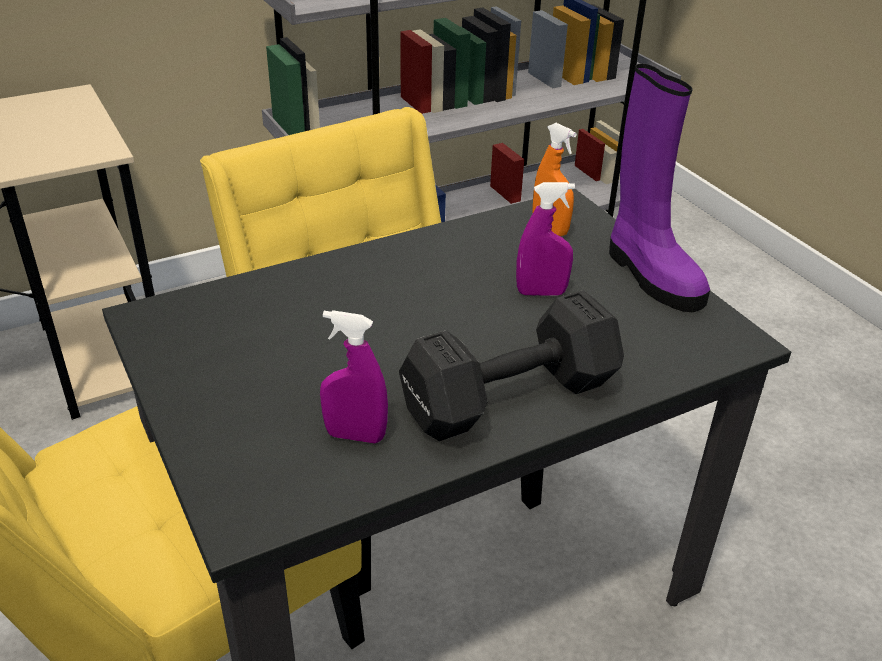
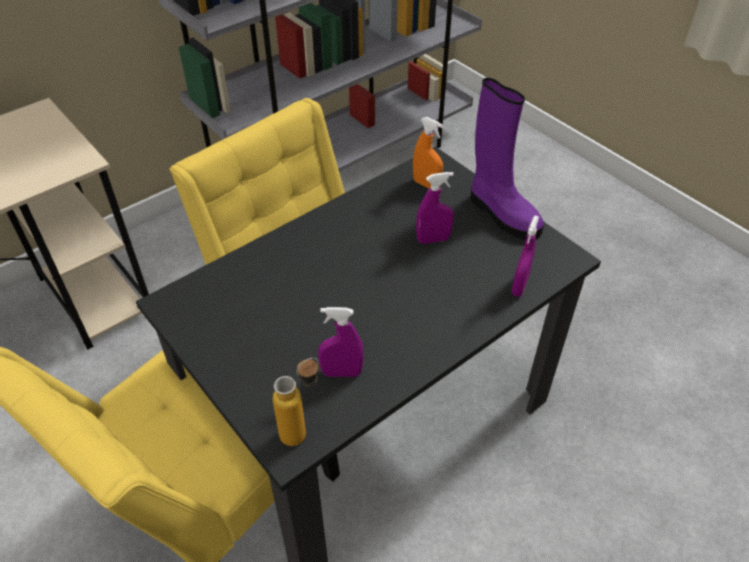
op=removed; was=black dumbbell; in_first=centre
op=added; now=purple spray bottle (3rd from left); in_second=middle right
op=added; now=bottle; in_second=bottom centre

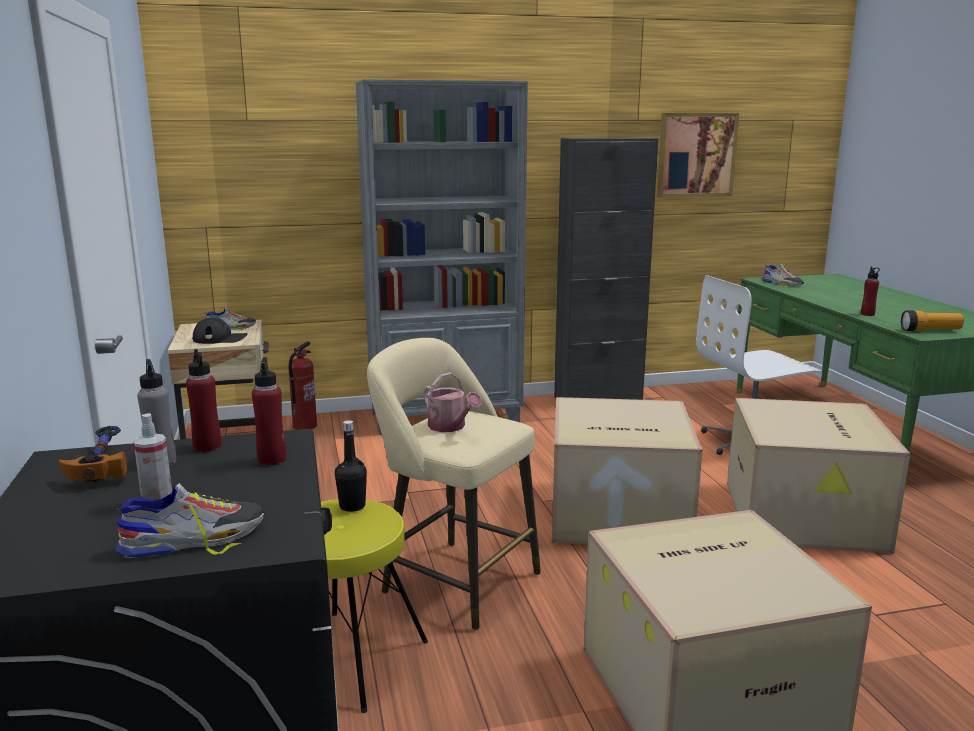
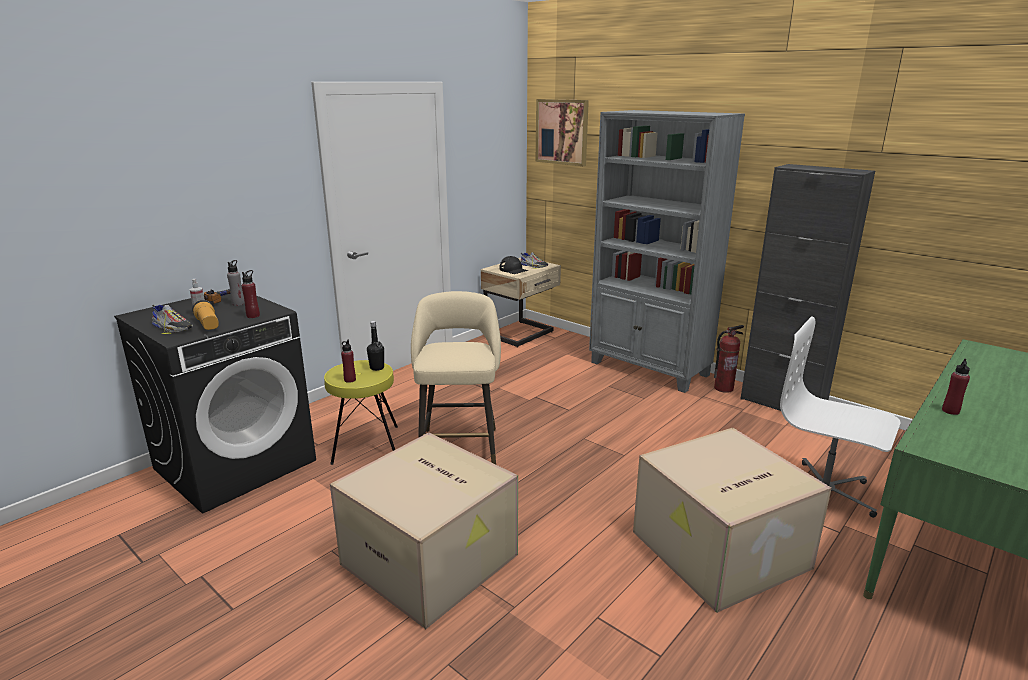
op=moved; was=picture; in_first=top right; in_second=top centre
op=removed; was=shoe (3rd from left); in_first=middle right
op=moved; was=flashlight; in_first=middle right; in_second=middle left
op=moved; was=fire extinguisher; in_first=middle left; in_second=middle right
op=moved; was=red bottle (1st from left in the first image); now=red bottle (2nd from left); in_first=middle left; in_second=centre
op=removed; was=watering can; in_first=centre
op=removed; was=cardboard box (1st from left); in_first=centre

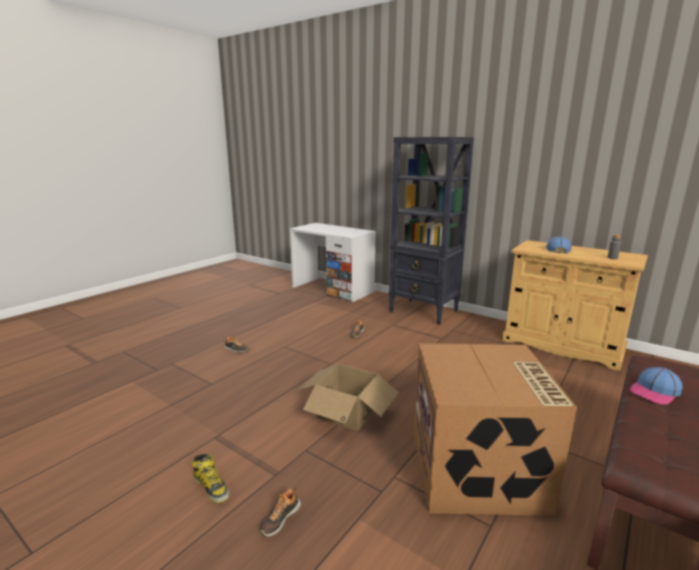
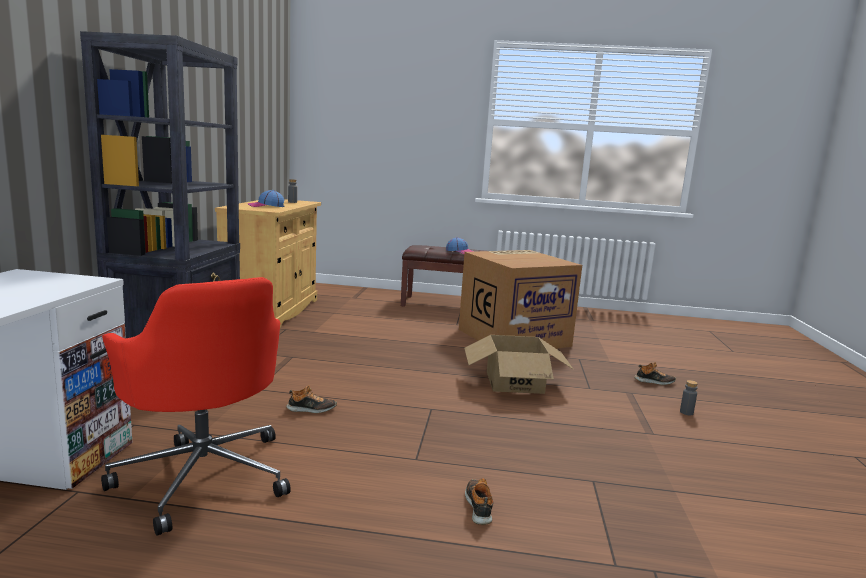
op=replaced; was=boot; now=grey bottle (2nd from left); in_first=bottom left; in_second=bottom right
op=added; now=red office chair; in_second=bottom left

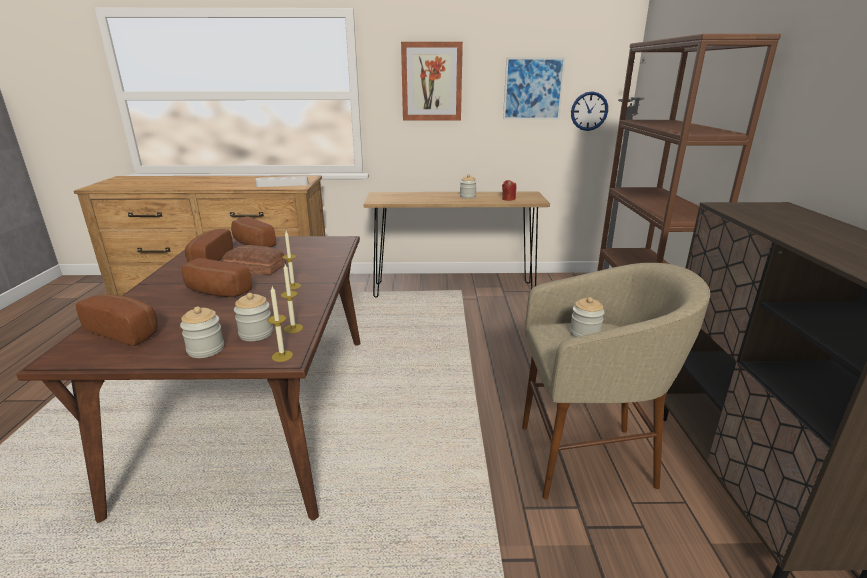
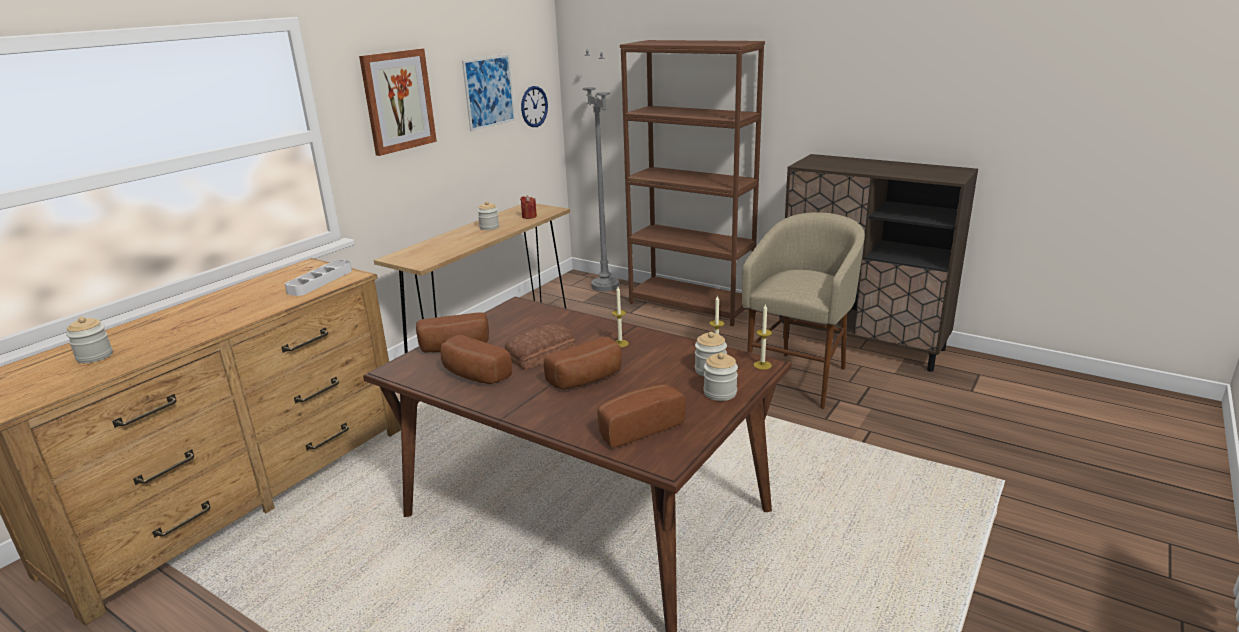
op=moved; was=jar (4th from left in the first image); now=jar (1st from left); in_first=middle right; in_second=middle left

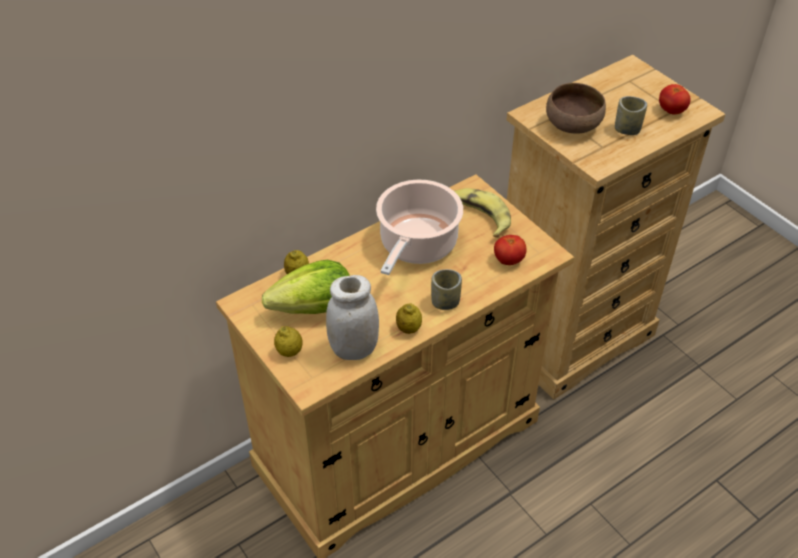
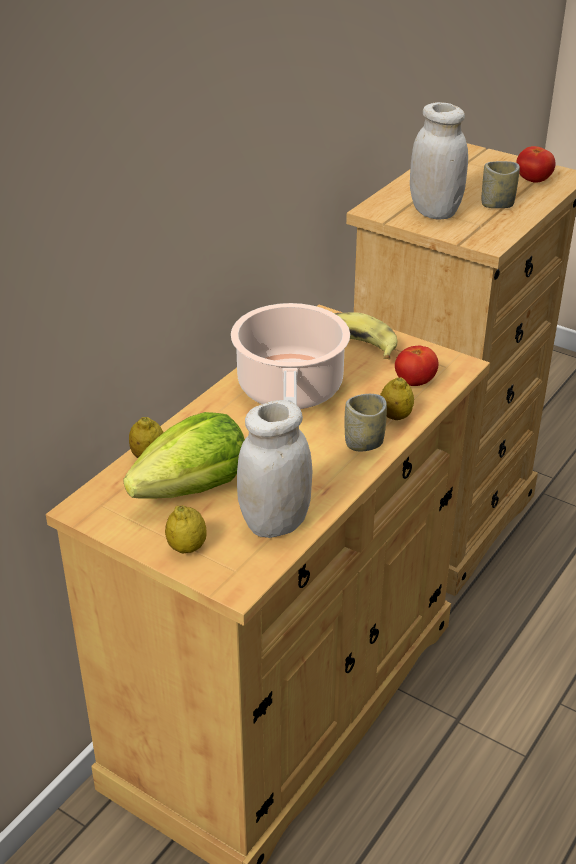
op=replaced; was=brown bowl; now=white jar (2nd from left); in_first=top right; in_second=top right
op=moved; was=lemon (3rd from left); in_first=centre; in_second=middle right

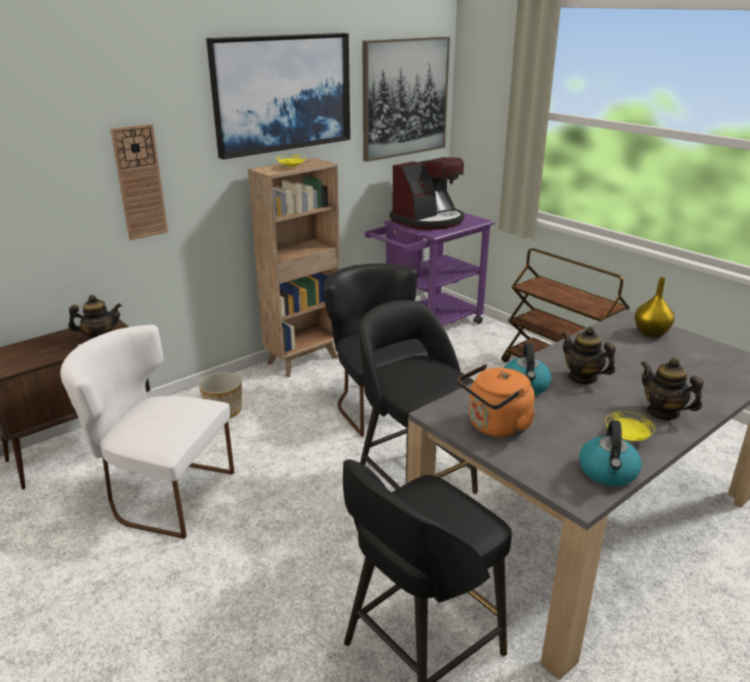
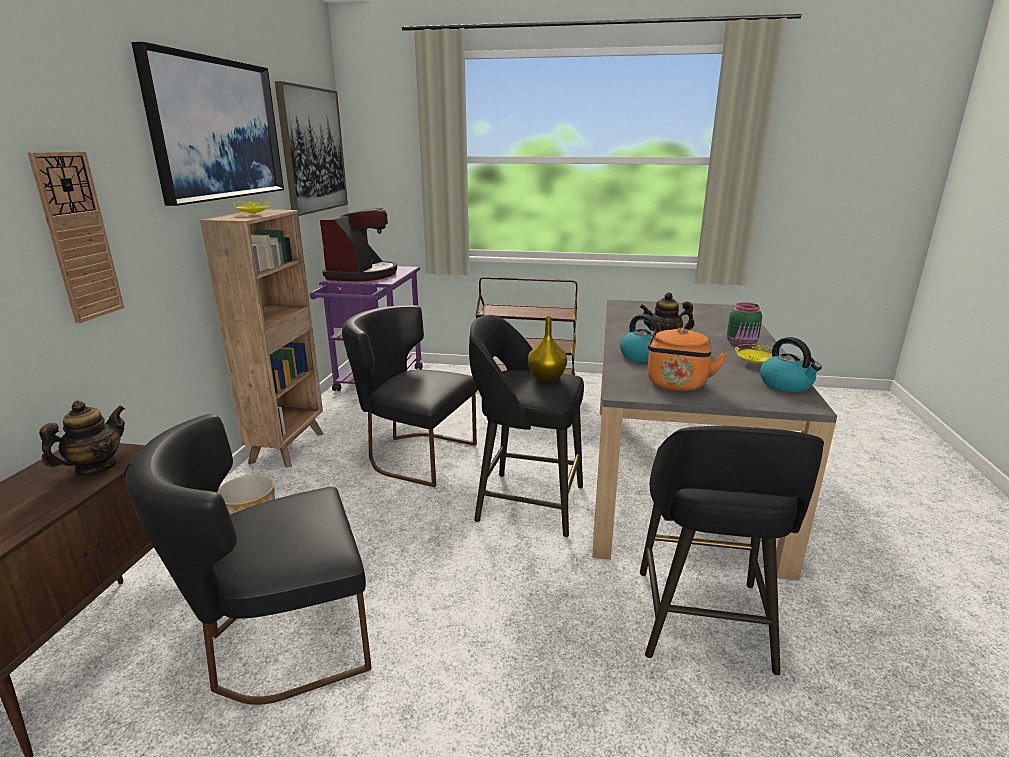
op=moved; was=yellow vase; in_first=middle right; in_second=centre
op=recoloured; was=white chair; now=black chair (1st from left); in_first=middle left; in_second=bottom left
op=replaced; was=teapot (3rd from left); now=green jar; in_first=middle right; in_second=middle right

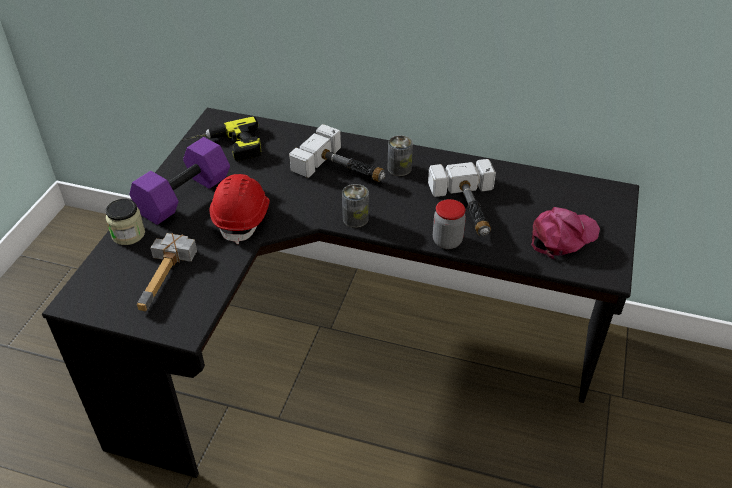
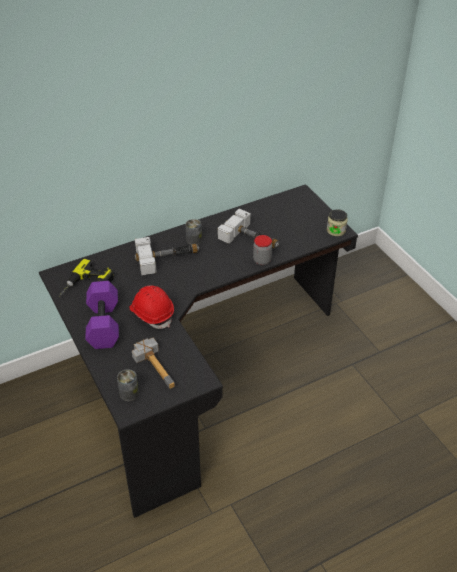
op=moved; was=can (1st from left); in_first=centre; in_second=bottom left
op=moved; was=jar (1st from left in the first image); now=jar (2nd from left); in_first=middle left; in_second=middle right
op=removed; was=pink cap; in_first=middle right

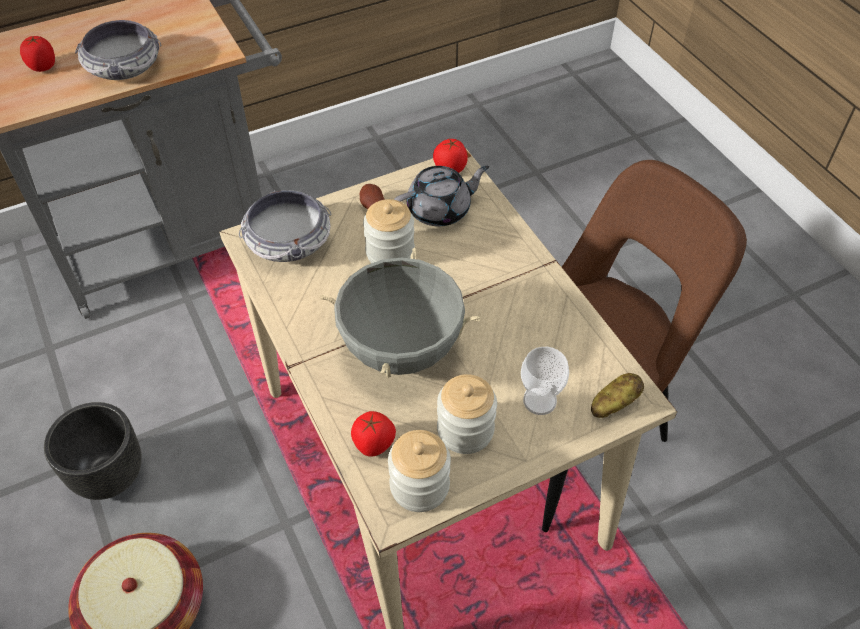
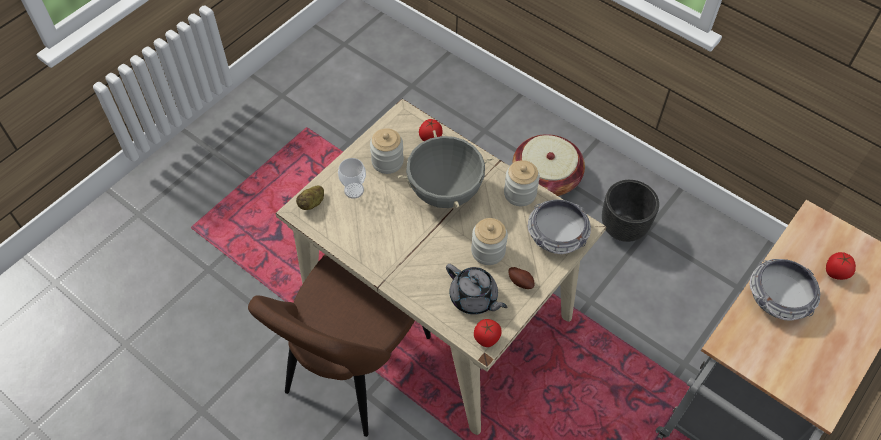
op=turned; was=grey teapot; in_first=top centre; in_second=centre; clockwise=-90
op=moved; was=jar (2nd from left in the first image); now=jar (3rd from left); in_first=bottom centre; in_second=centre

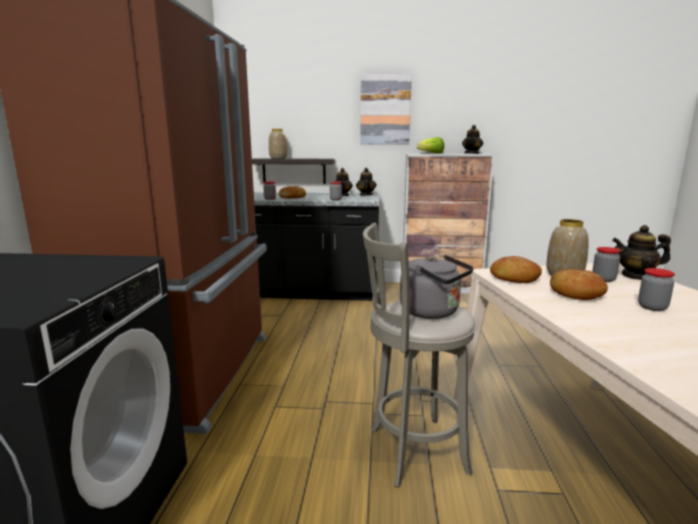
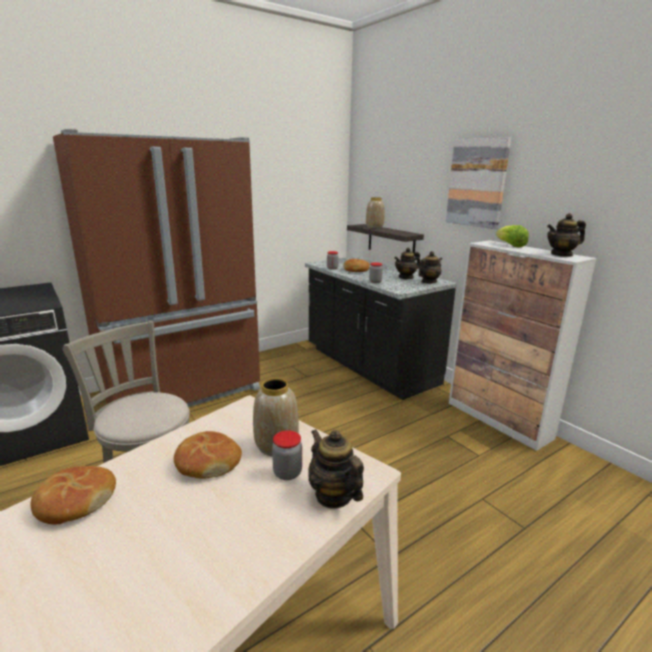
op=removed; was=grey kettle; in_first=centre
op=moved; was=bread (2nd from left in the first image); now=bread (1st from left); in_first=middle right; in_second=bottom left
op=removed; was=jar (4th from left); in_first=middle right

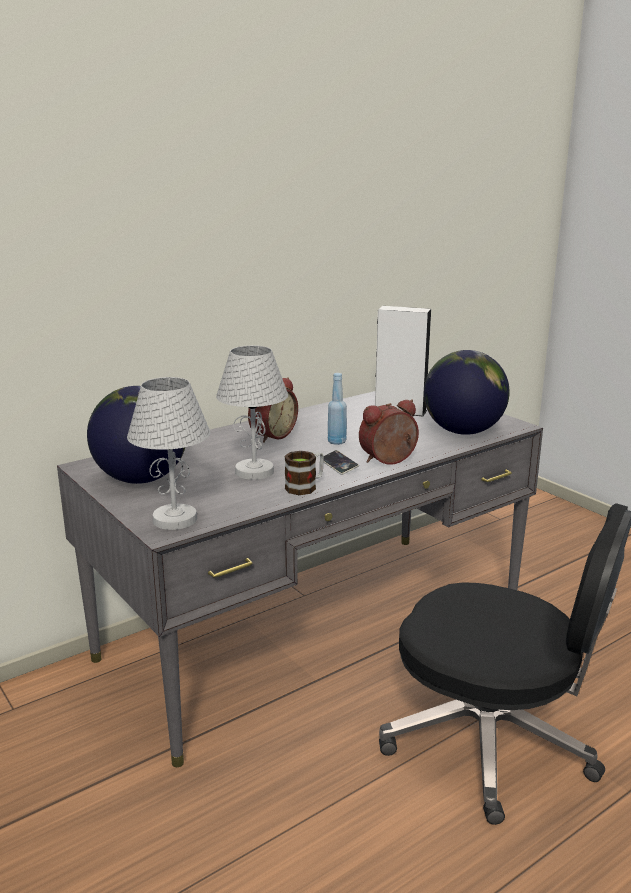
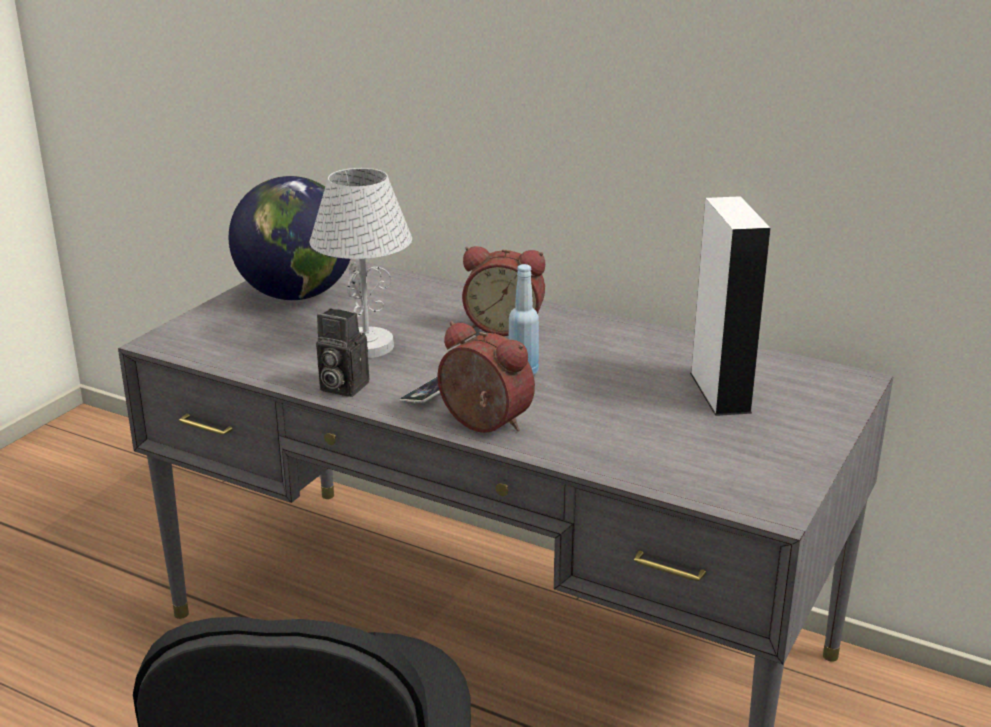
op=removed; was=globe (2nd from left); in_first=middle right
op=removed; was=white table lamp (1st from left); in_first=middle left
op=replaced; was=mug; now=photo camera; in_first=centre; in_second=centre

